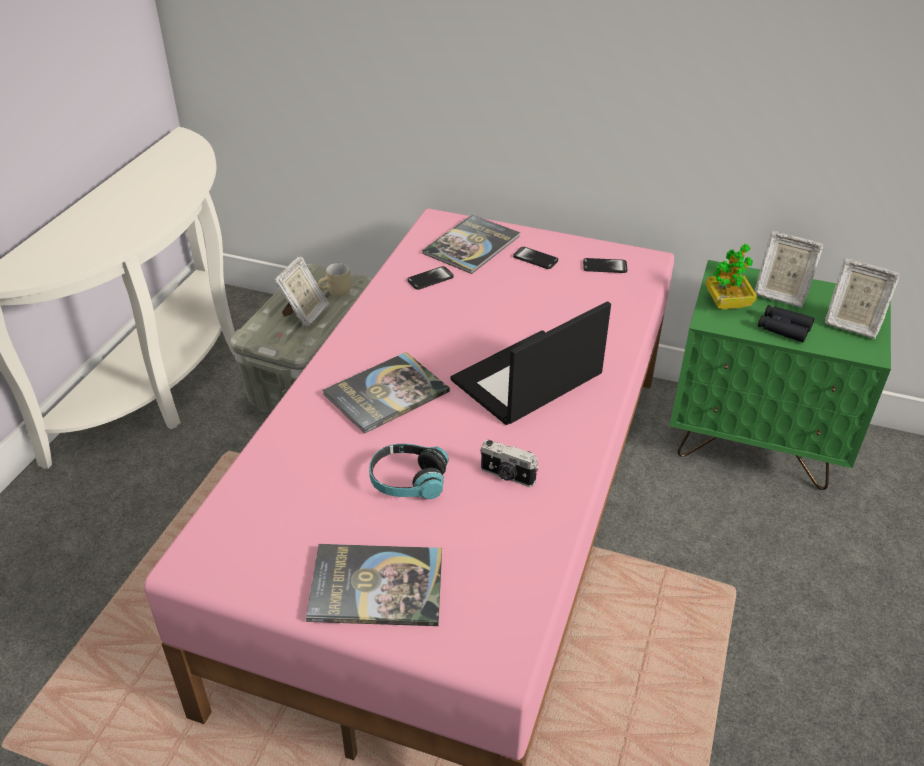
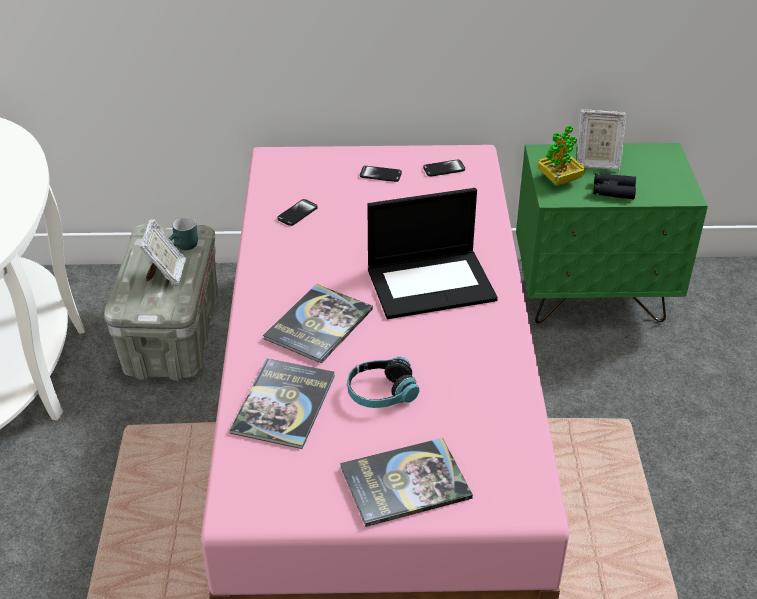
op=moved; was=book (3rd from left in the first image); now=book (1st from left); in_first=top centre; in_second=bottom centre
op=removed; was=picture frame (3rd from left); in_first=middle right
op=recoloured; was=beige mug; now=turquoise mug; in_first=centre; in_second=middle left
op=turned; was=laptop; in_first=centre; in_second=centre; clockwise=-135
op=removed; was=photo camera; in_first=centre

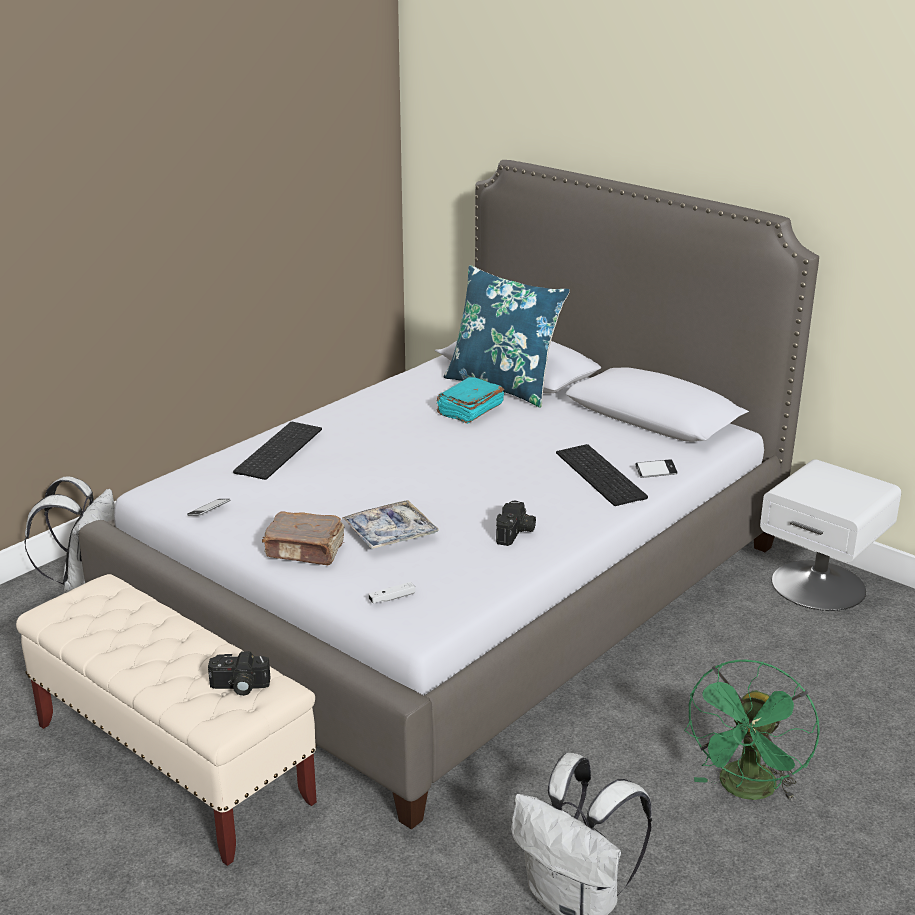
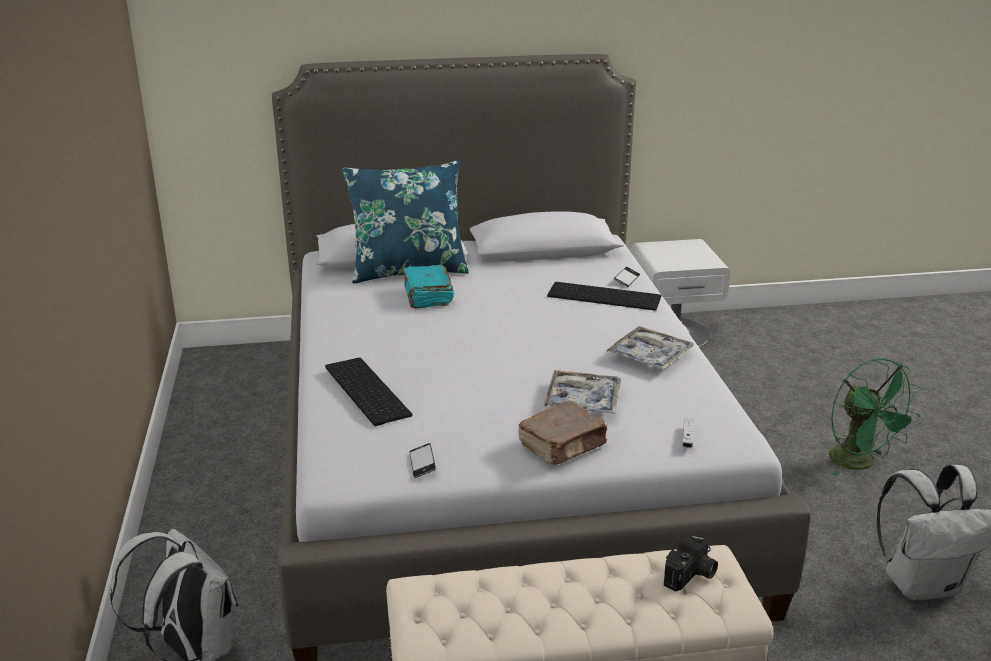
op=replaced; was=photo camera (2nd from left); now=tray (2nd from left); in_first=centre; in_second=centre

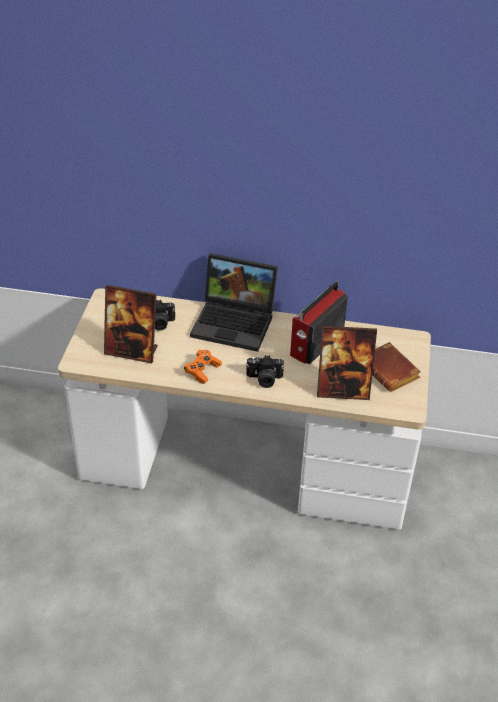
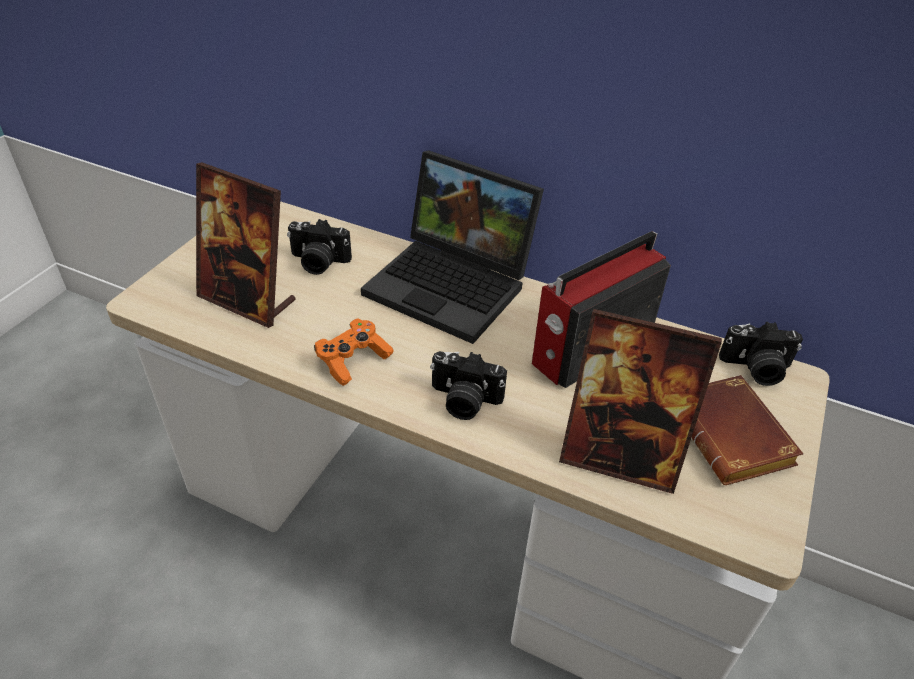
op=added; now=photo camera (3rd from left); in_second=middle right

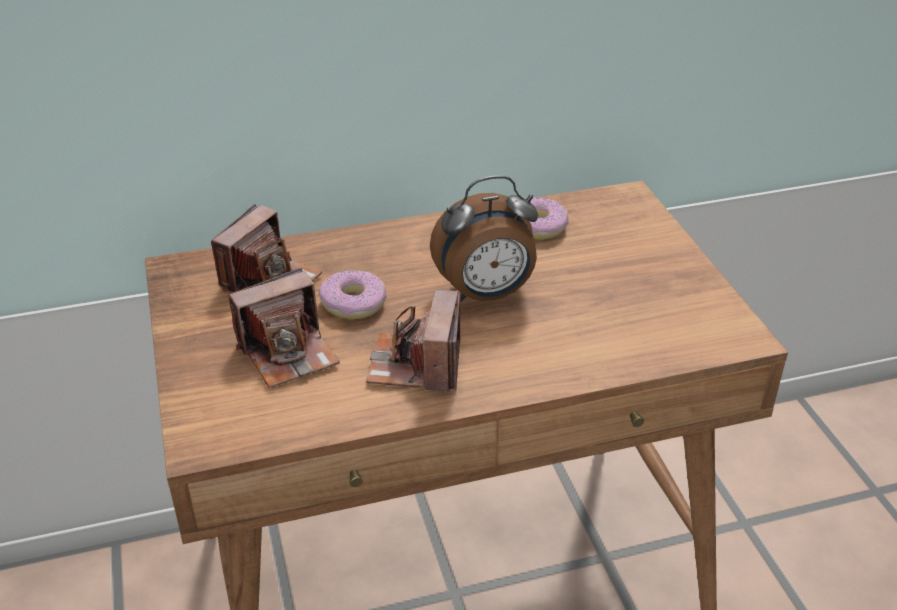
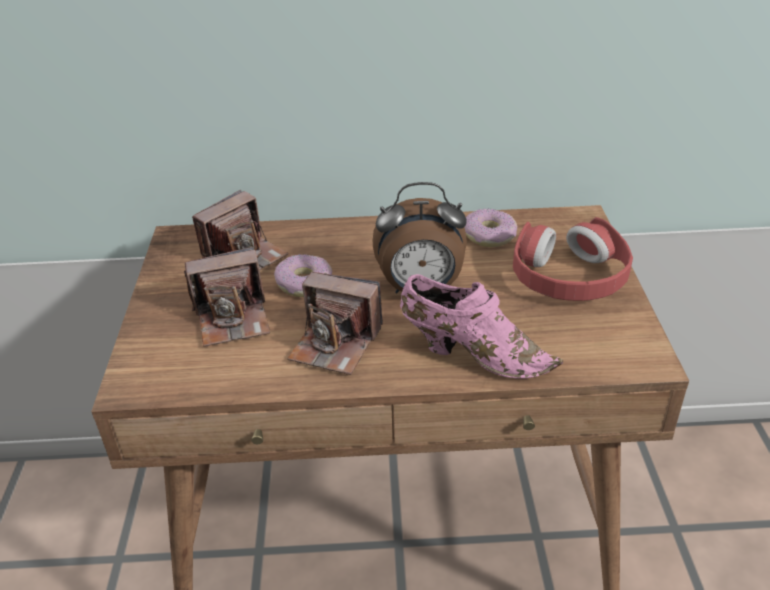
op=turned; was=photo camera (3rd from left); in_first=centre; in_second=centre; clockwise=-90
op=added; now=red headphones; in_second=middle right
op=added; now=pink shoe; in_second=centre

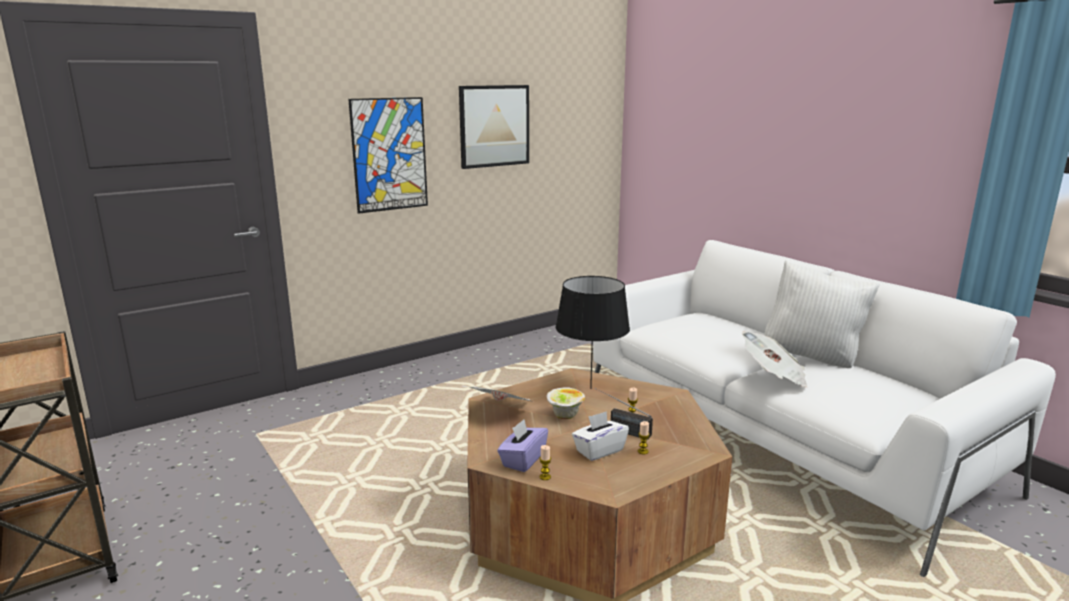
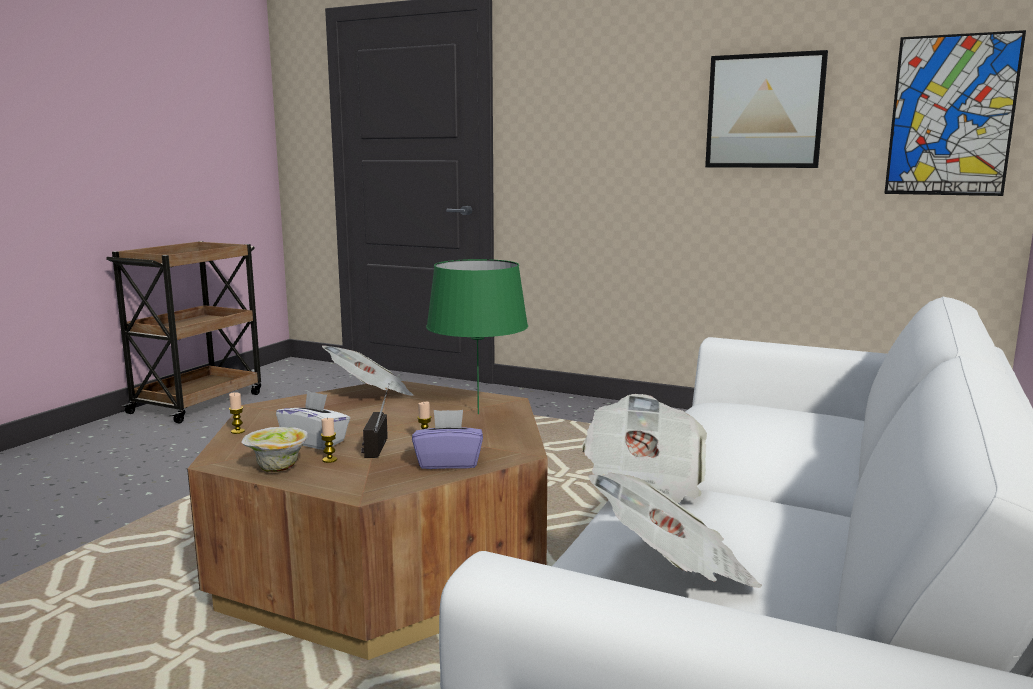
op=moved; was=picture (1st from left in the first image); now=picture (2nd from left); in_first=top centre; in_second=top right
op=removed; was=white pillow; in_first=middle right
op=recoloured; was=black table lamp; now=green table lamp; in_first=centre; in_second=centre
op=moved; was=bowl; in_first=bottom centre; in_second=middle left
op=moved; was=purple tissue box; in_first=bottom centre; in_second=centre
op=added; now=newspaper (3rd from left); in_second=bottom centre

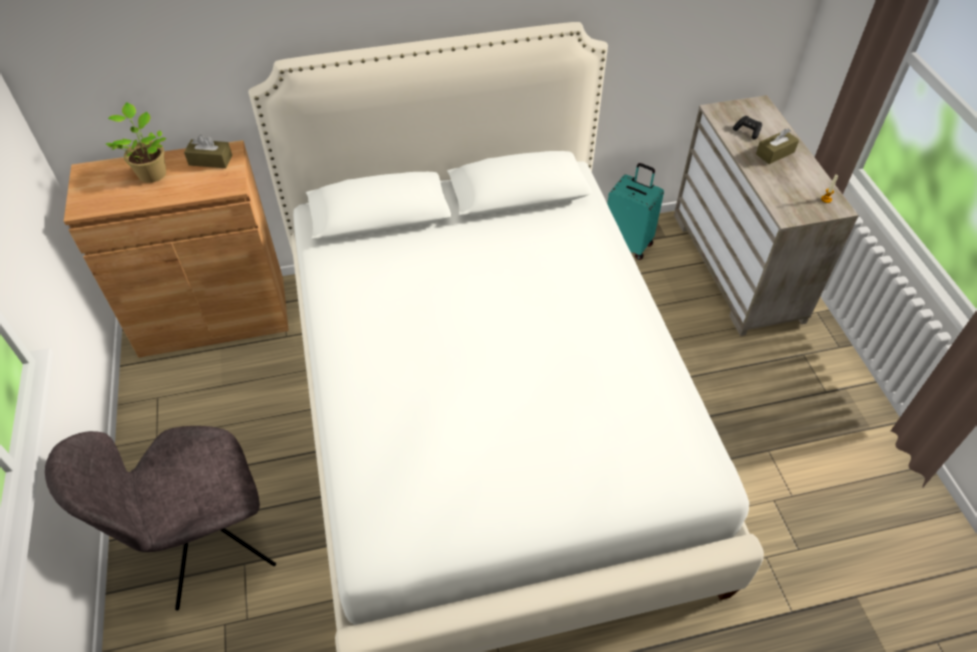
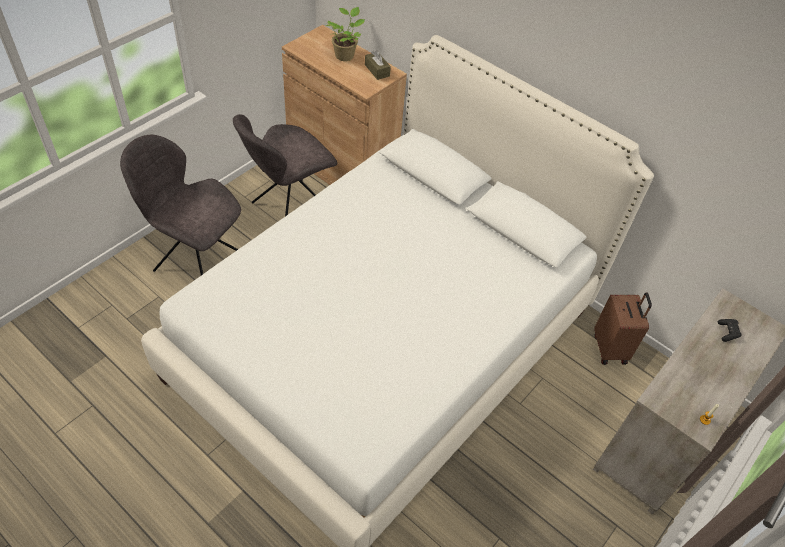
op=removed; was=brown tissue box (2nd from left); in_first=top right
op=recoloured; was=turquoise suitcase; now=brown suitcase; in_first=top centre; in_second=middle right
op=added; now=grey chair (2nd from left); in_second=top centre

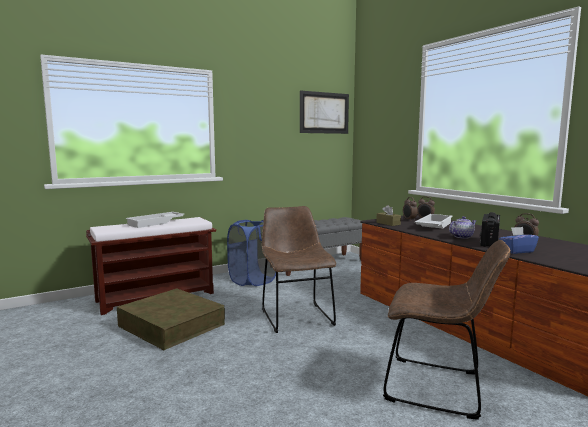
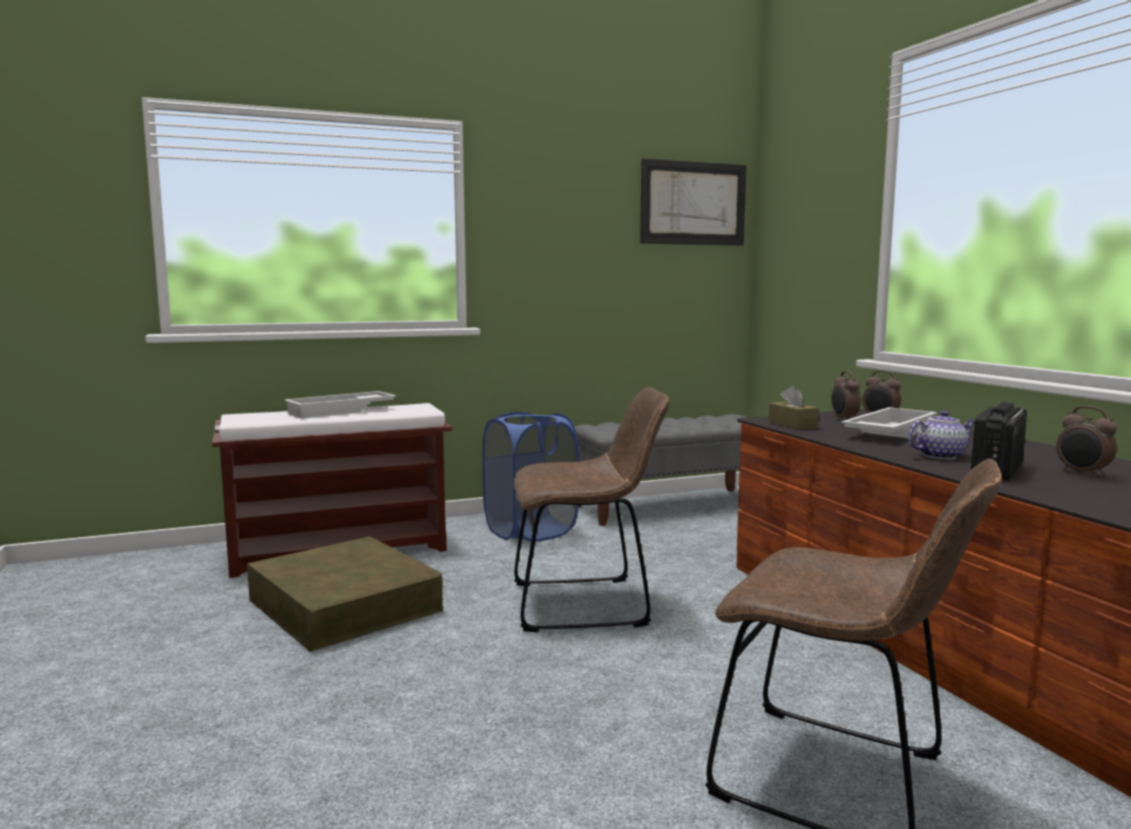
op=turned; was=brown chair (1st from left); in_first=centre; in_second=centre; clockwise=90
op=removed; was=blue tissue box; in_first=middle right

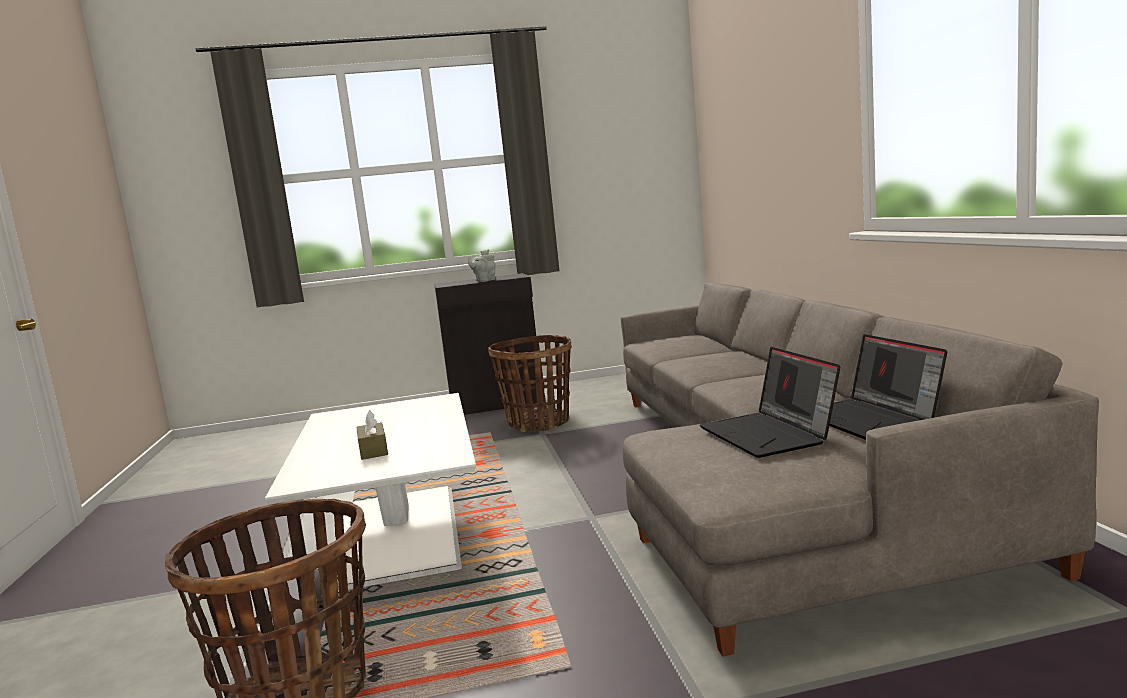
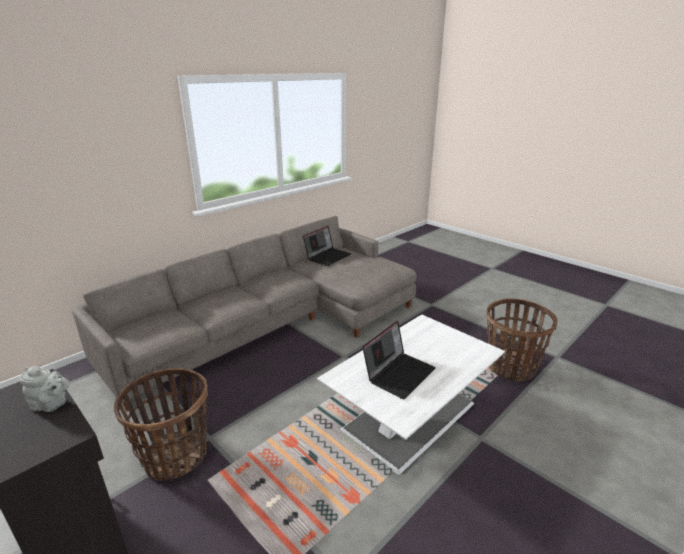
op=moved; was=laptop (1st from left in the first image); now=laptop (2nd from left); in_first=middle right; in_second=centre
op=removed; was=brown tissue box; in_first=middle left

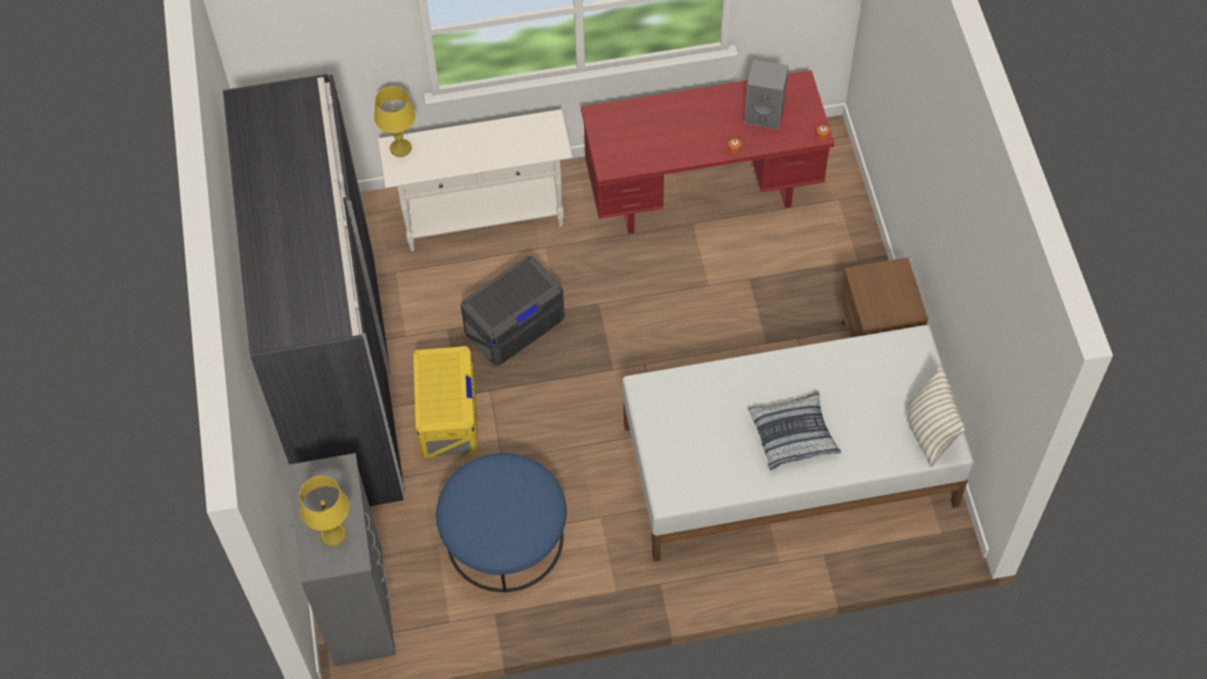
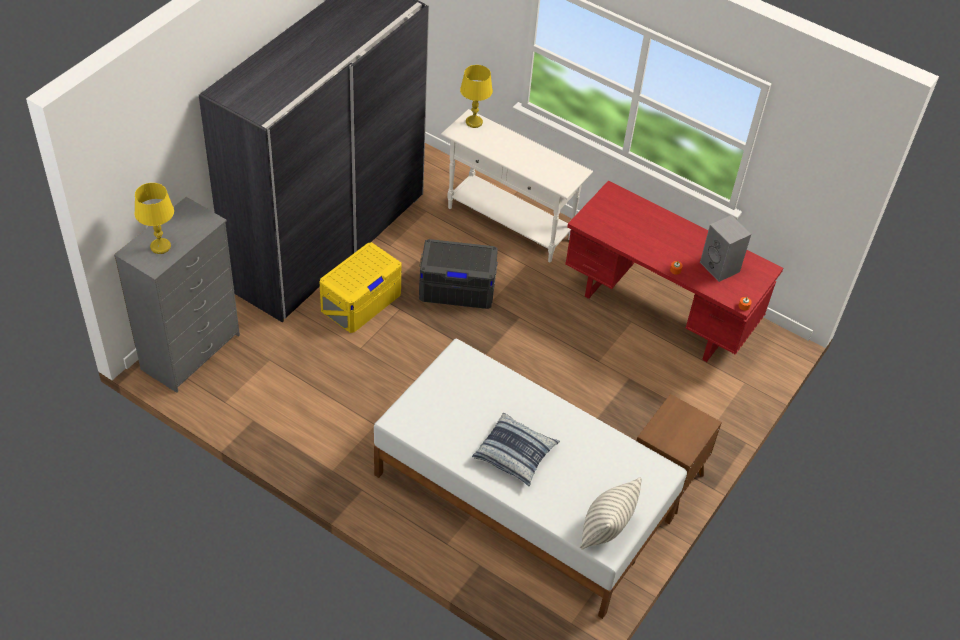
op=removed; was=blue ottoman; in_first=bottom centre

